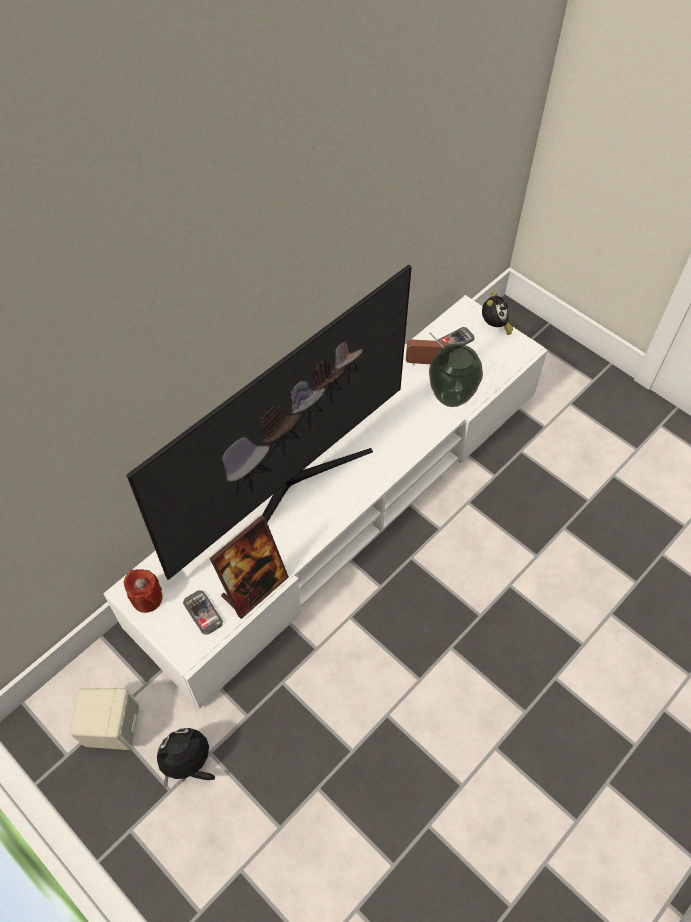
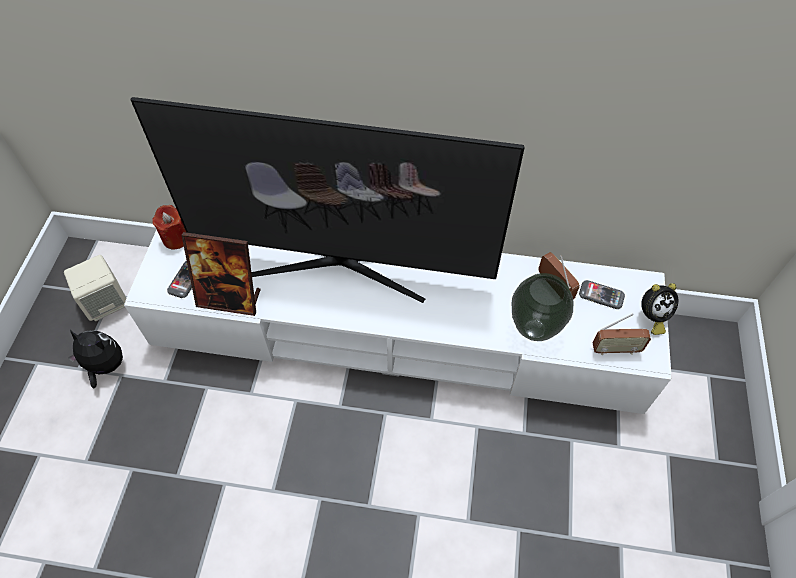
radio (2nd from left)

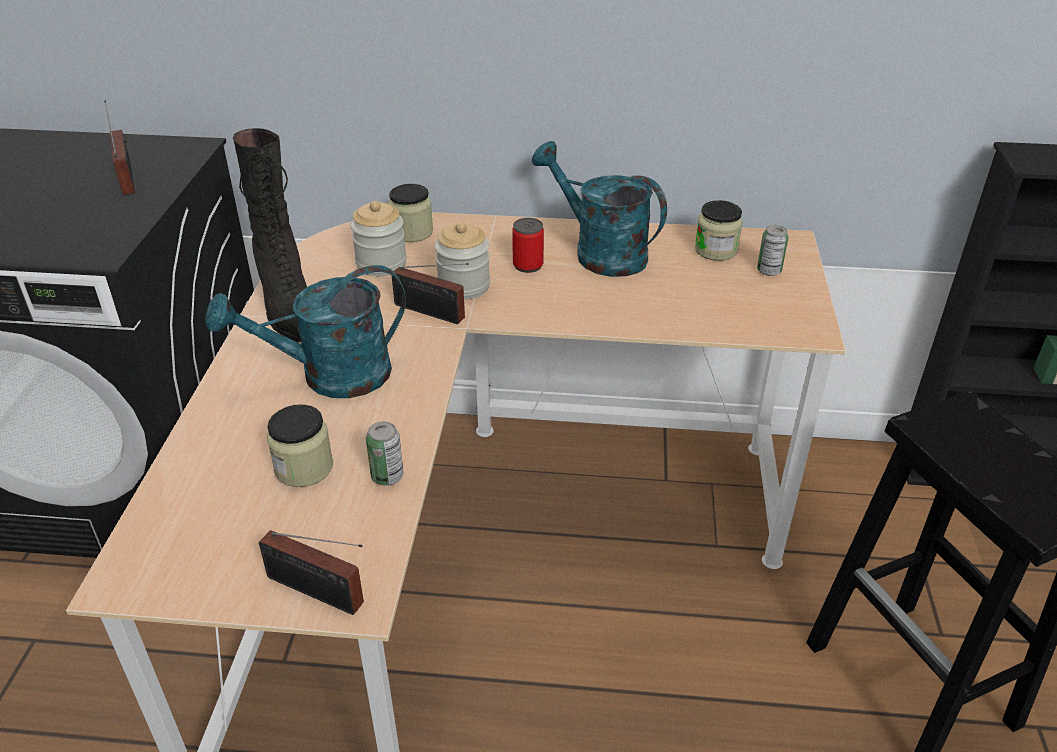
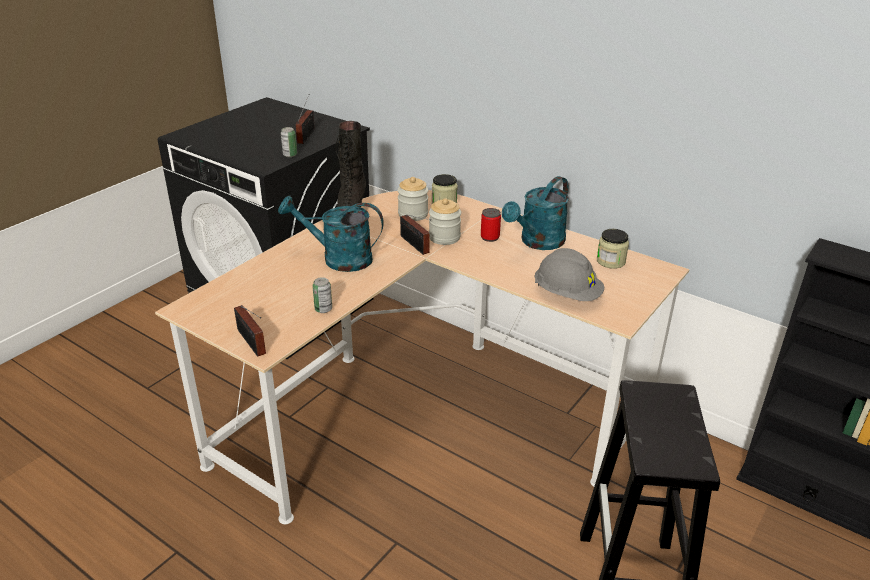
storage jar (1st from left in the first image)
watering pot (blue-green) (2nd from left)
metal can (1st from left)
safety helmet (greyish)

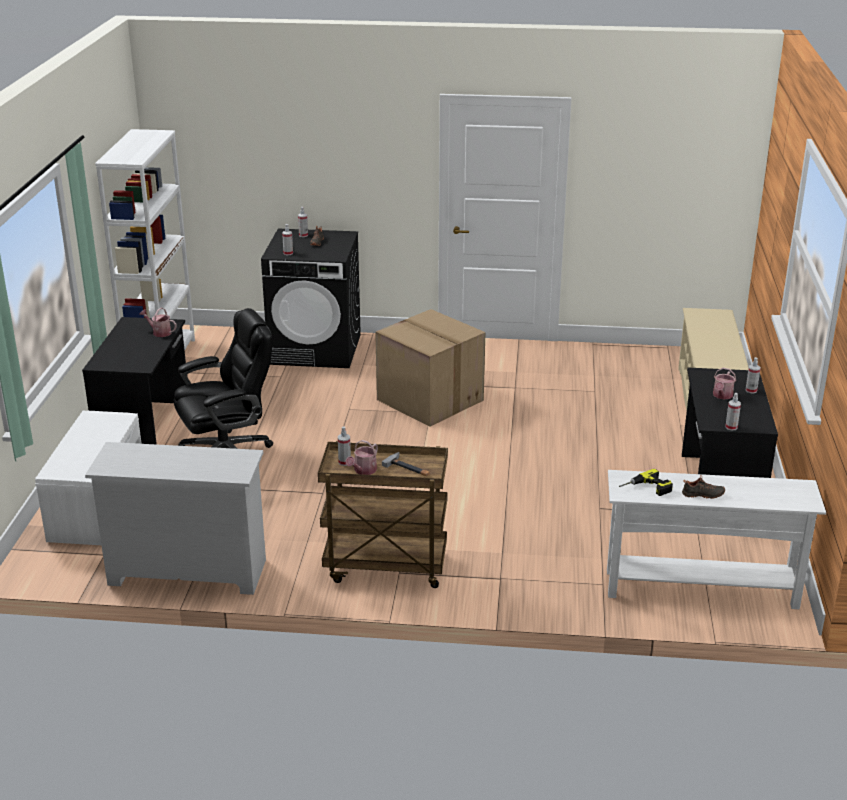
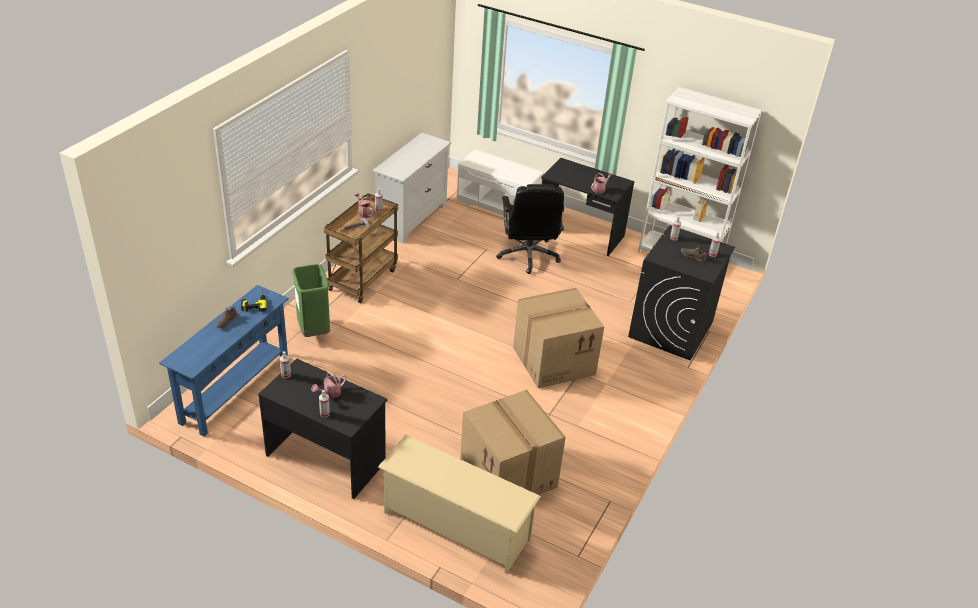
console table (blue)
watering pot (1st from left)
waste bin (green-coloured)
cardboard box (1st from left)

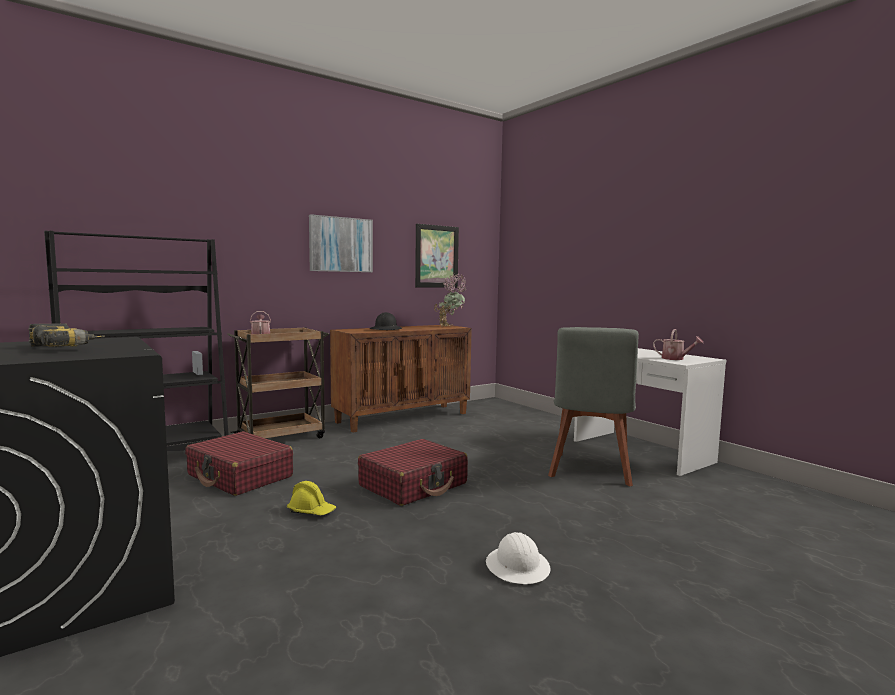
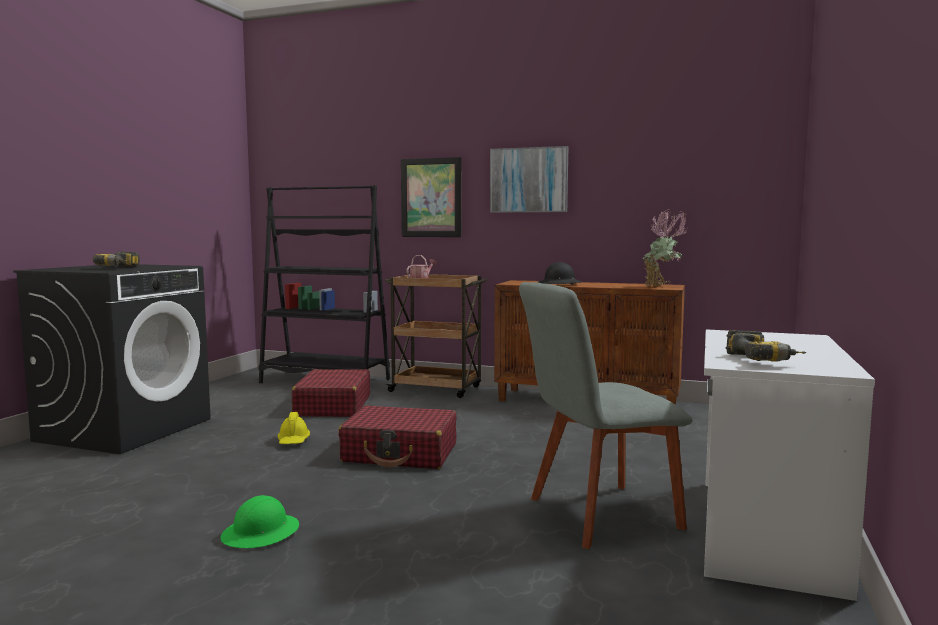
wall art (1st from left)
safety helmet (green-coloured)
electric drill (2nd from left)

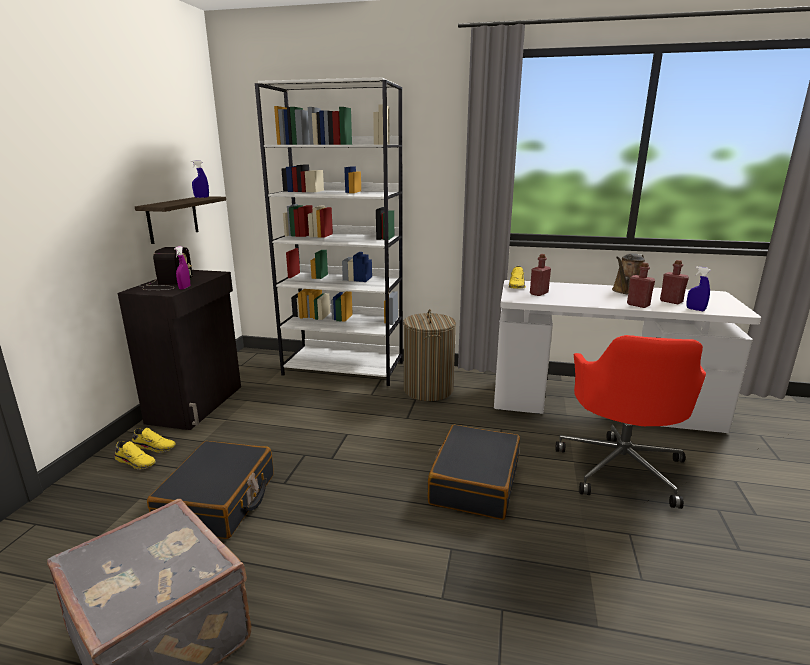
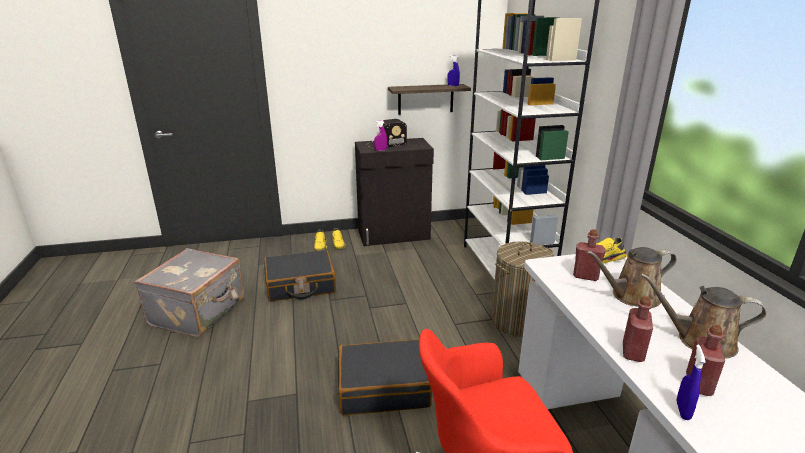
watering pot (brown) (1st from left)

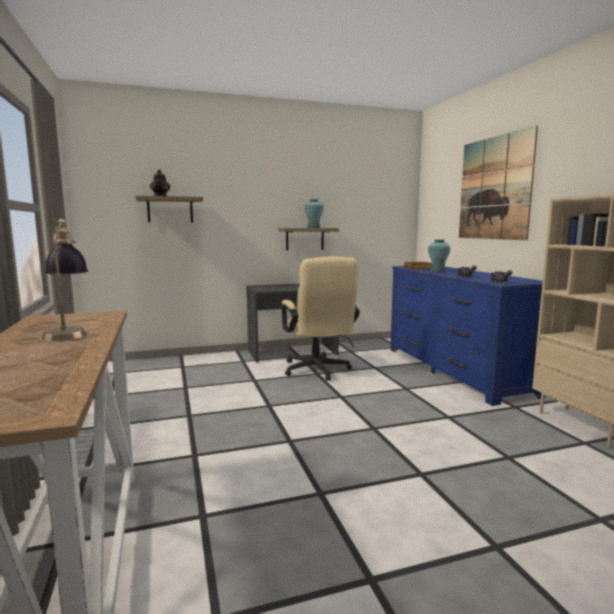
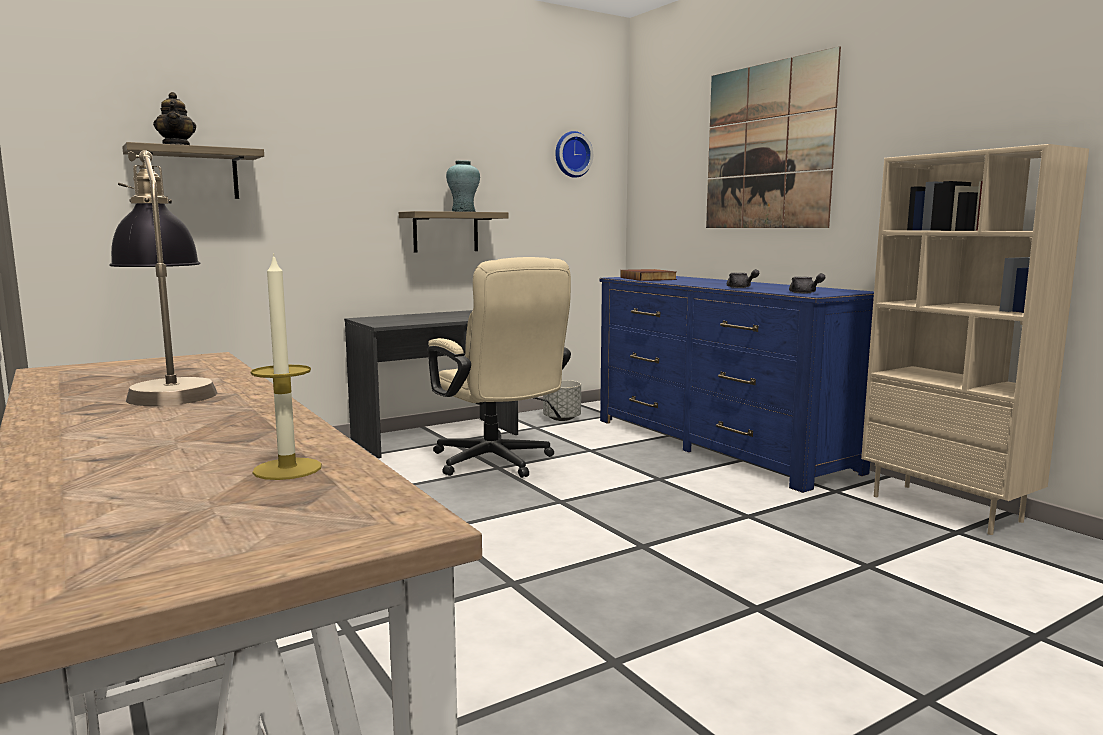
flower vase (blue-green) (2nd from left in the first image)
candle
flower pot (greyish)
clock on the wall

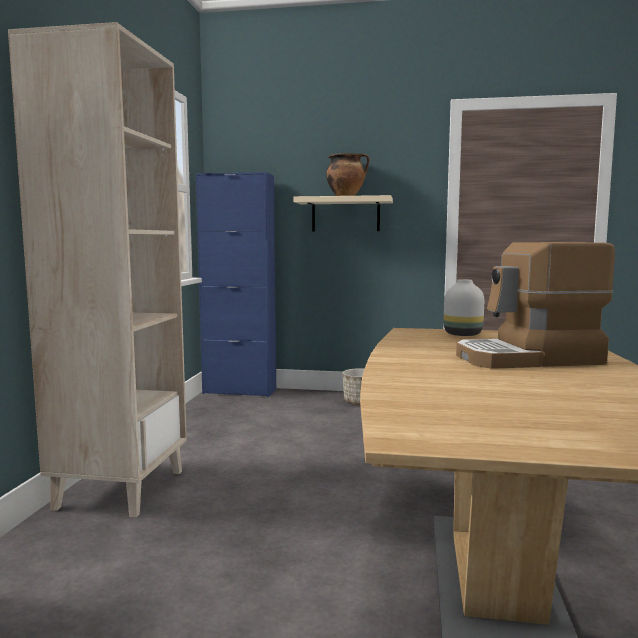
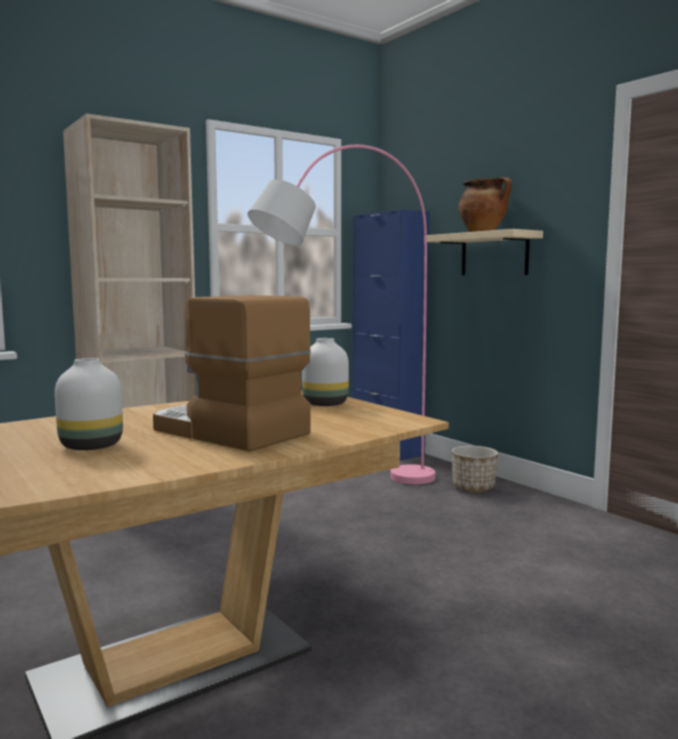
flower vase (whitish) (1st from left)
standing lamp (pink)

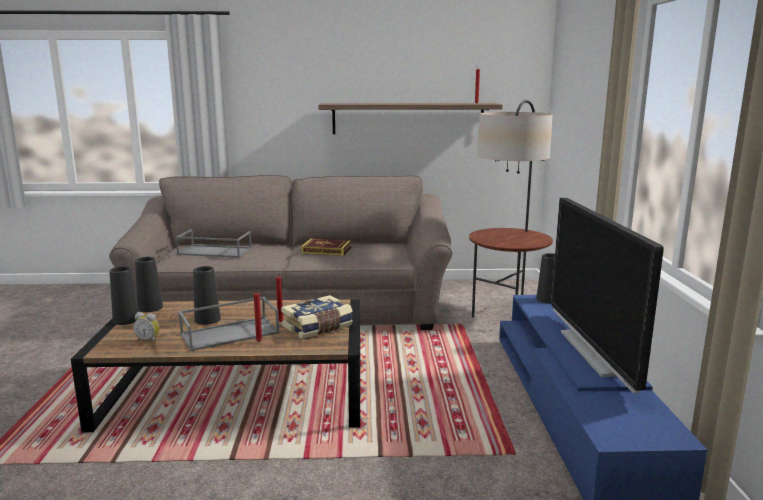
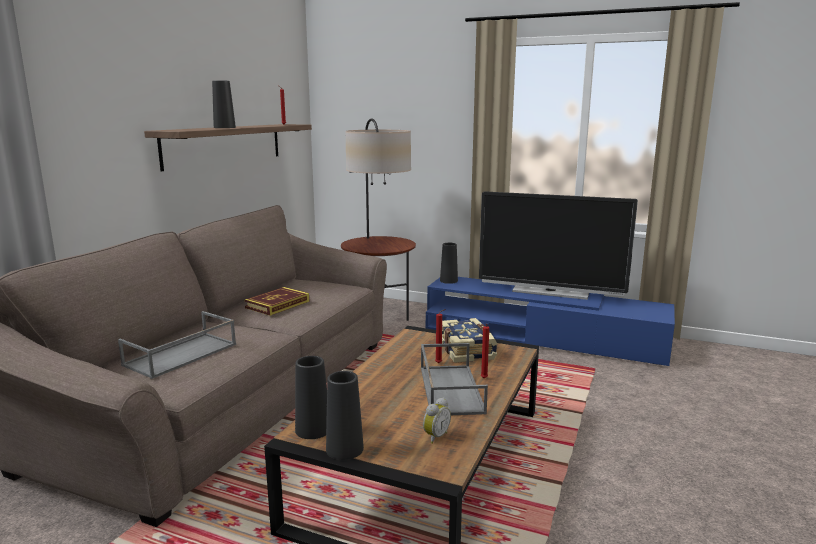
flower vase (blackish) (1st from left)

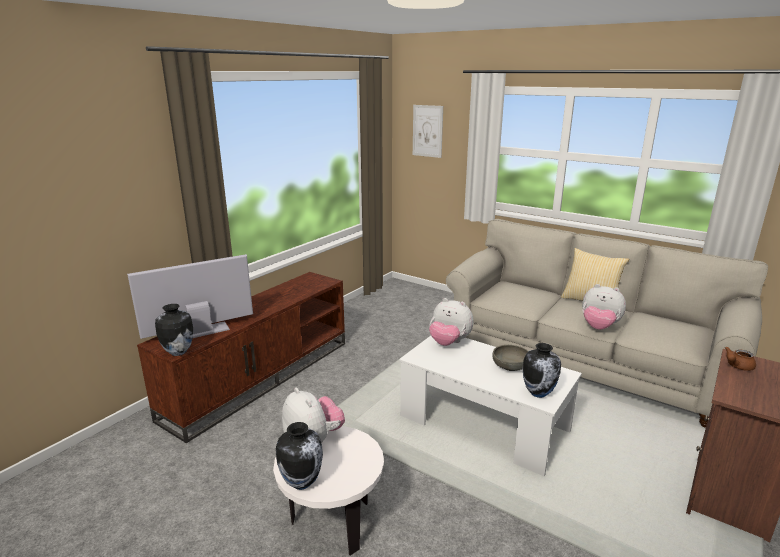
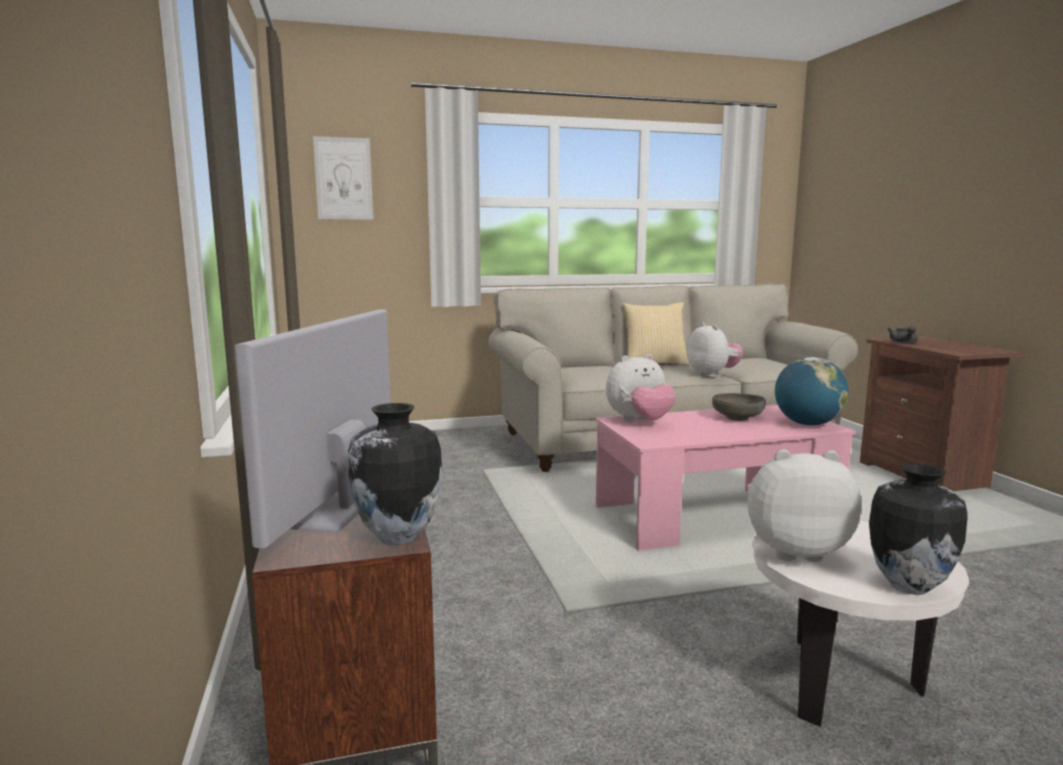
lounge table (pink)
globe
soft toy (2nd from left)
teapot (greyish)

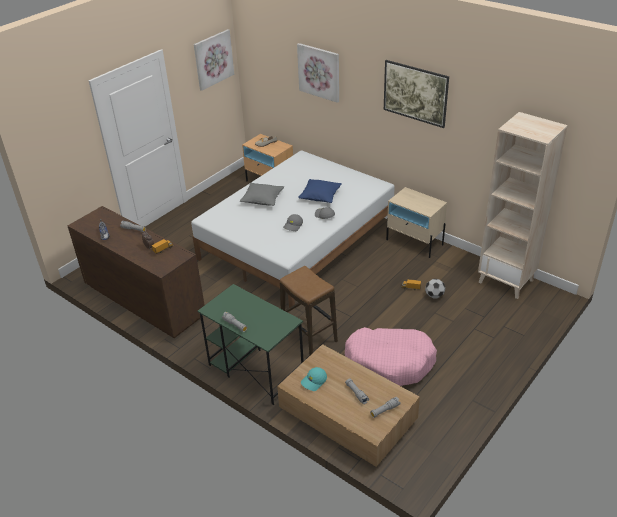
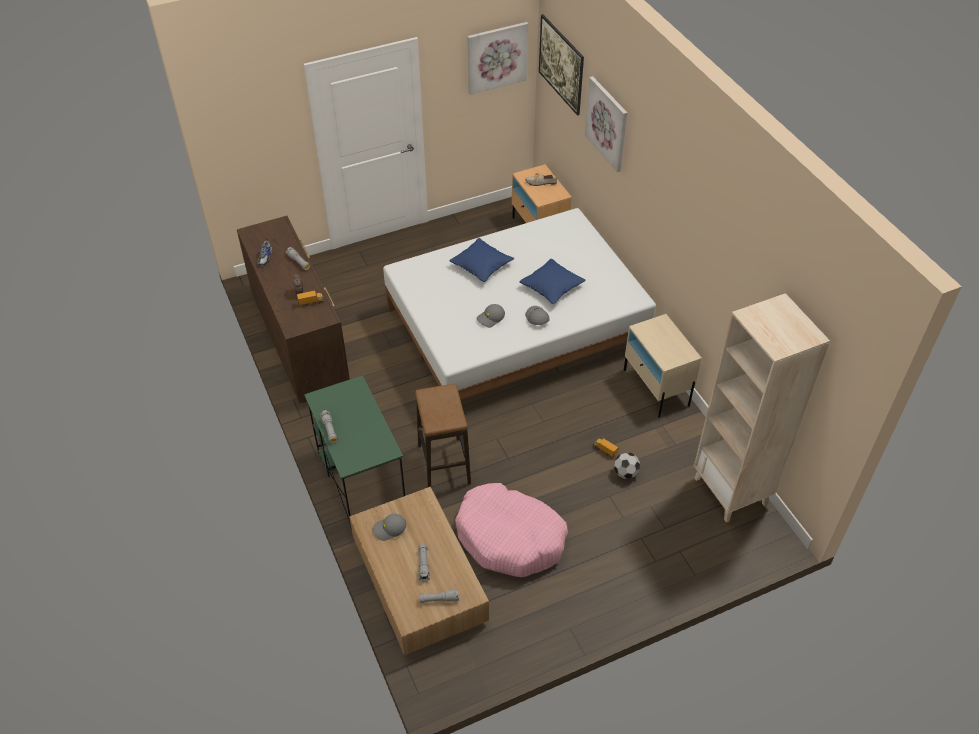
throw pillow (blue) (1st from left)
cap (greyish) (1st from left)
wall art (2nd from left)

